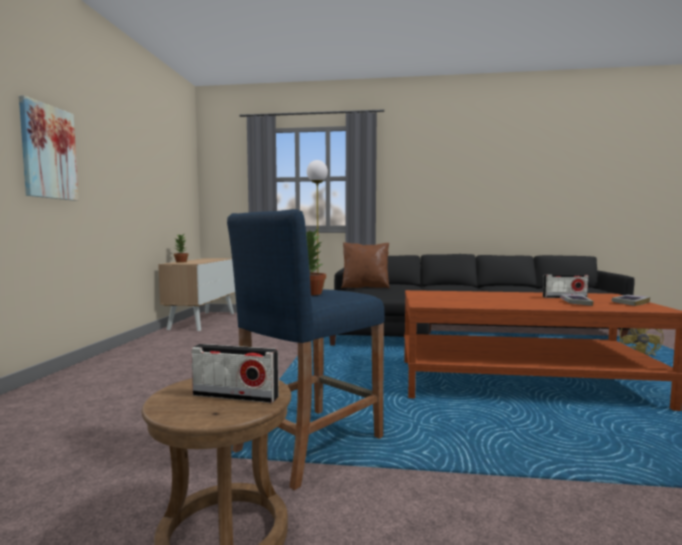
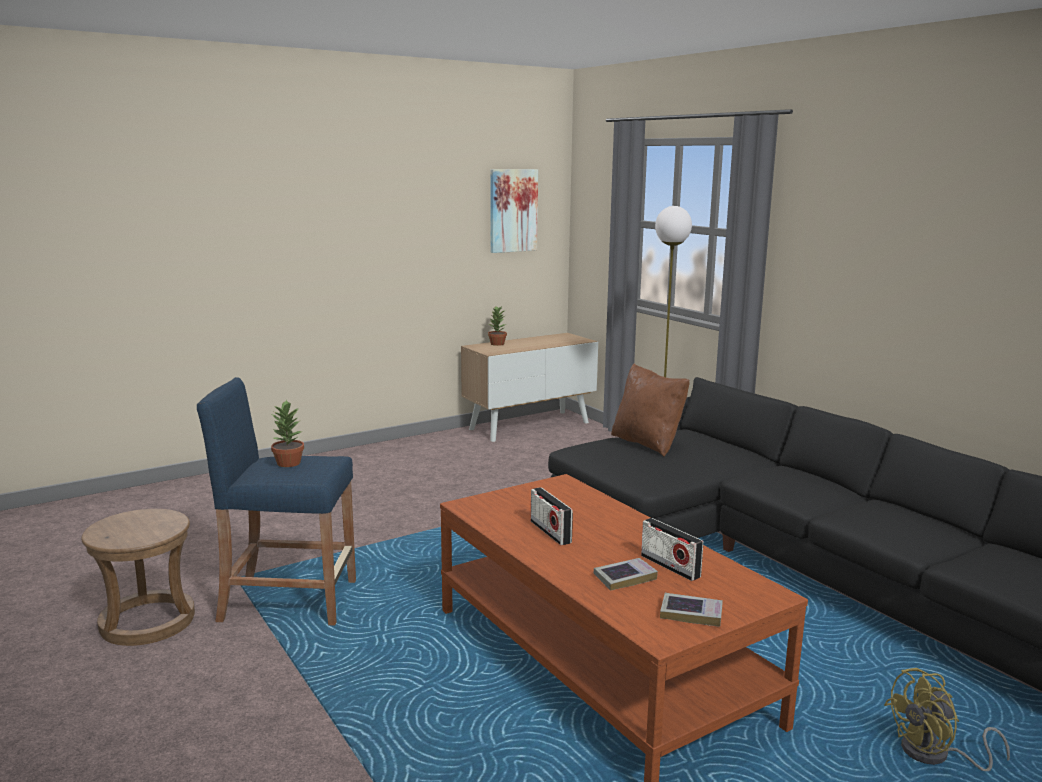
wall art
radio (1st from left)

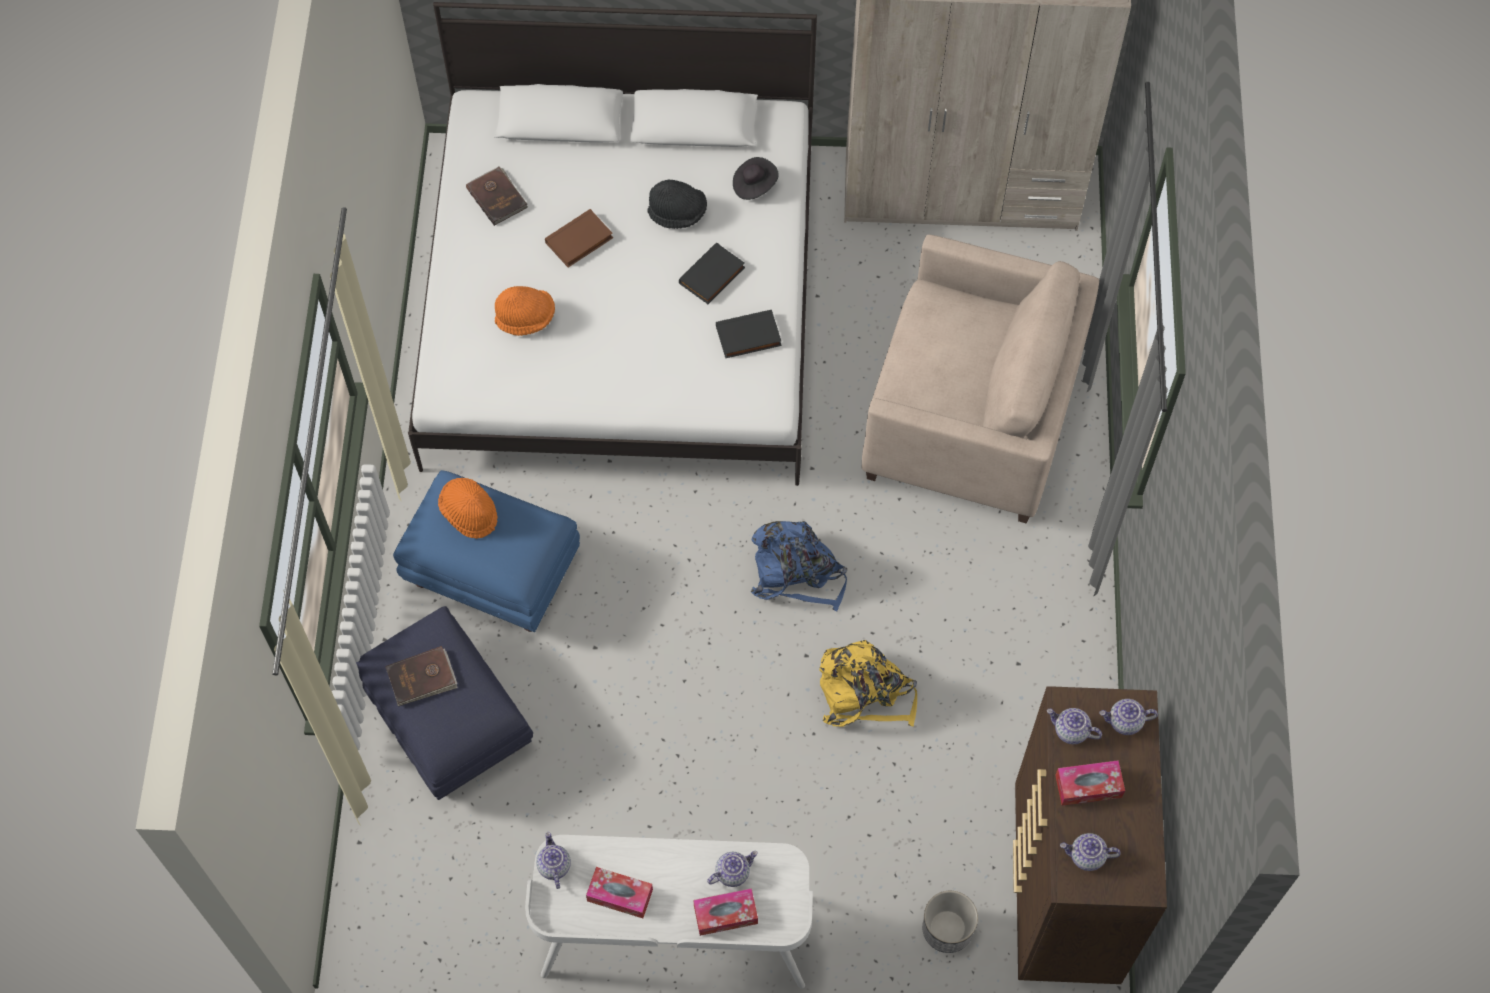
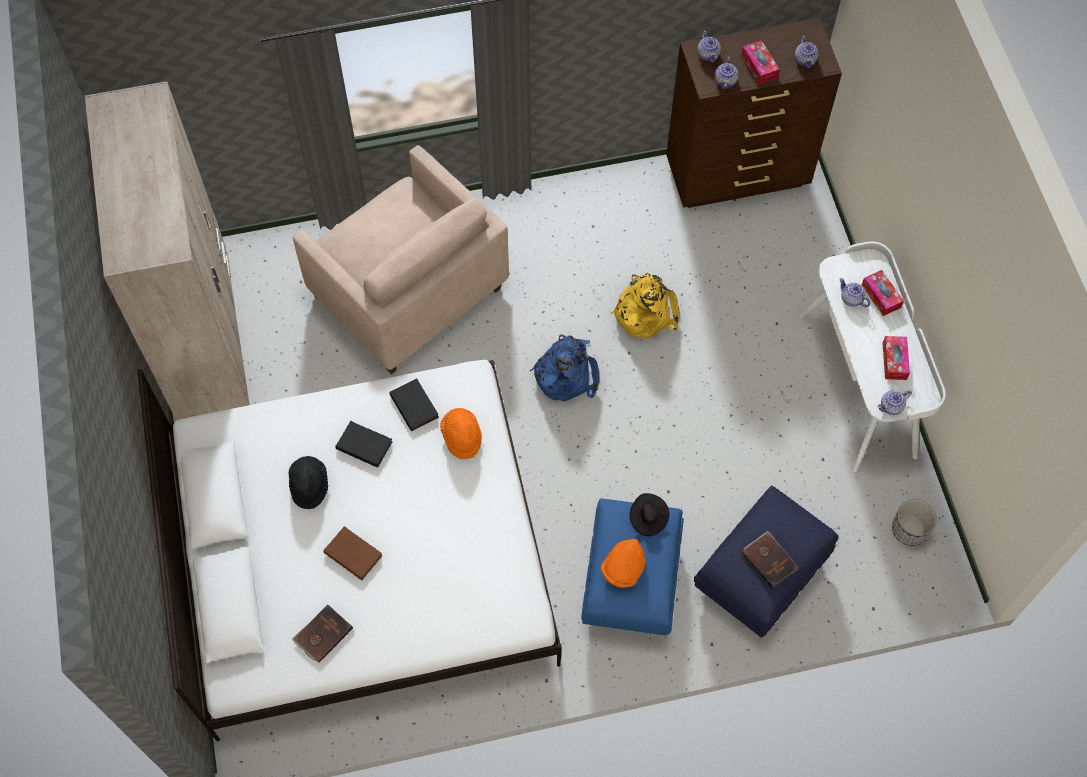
clothing hat (orange) (1st from left)
clothing hat (blackish) (2nd from left)
easy chair (sand-coloured)
flower pot

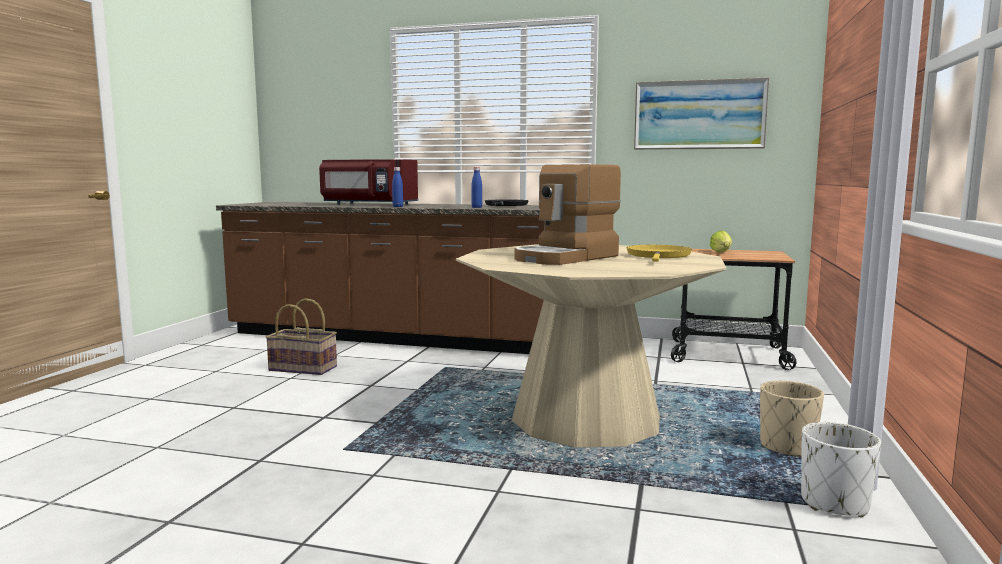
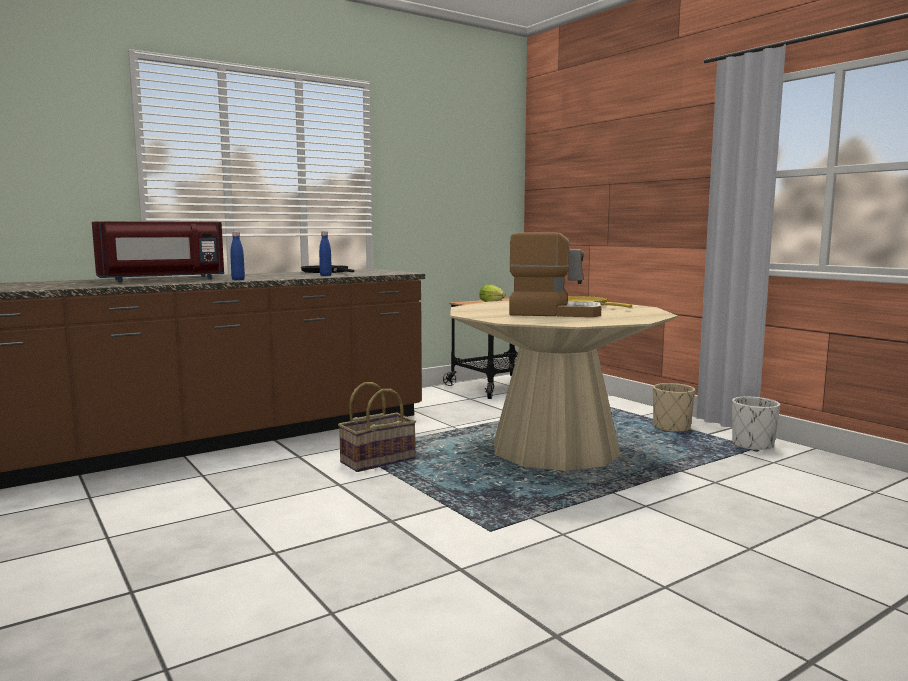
household basket
coffee machine
wall art

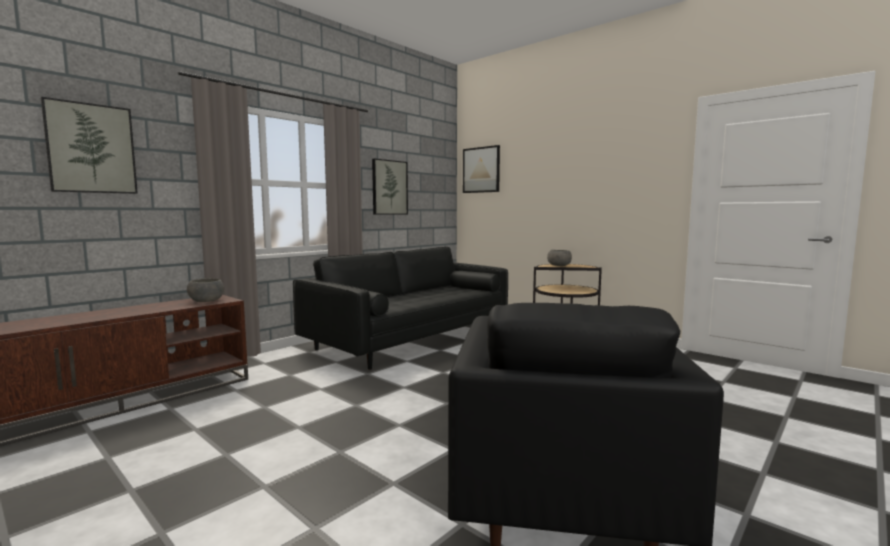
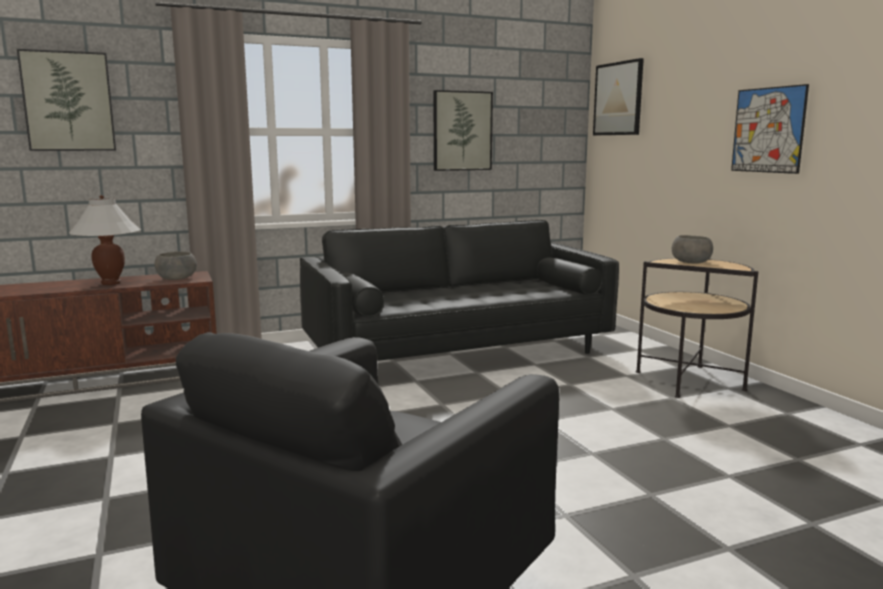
table lamp (whitish)
wall art (4th from left)

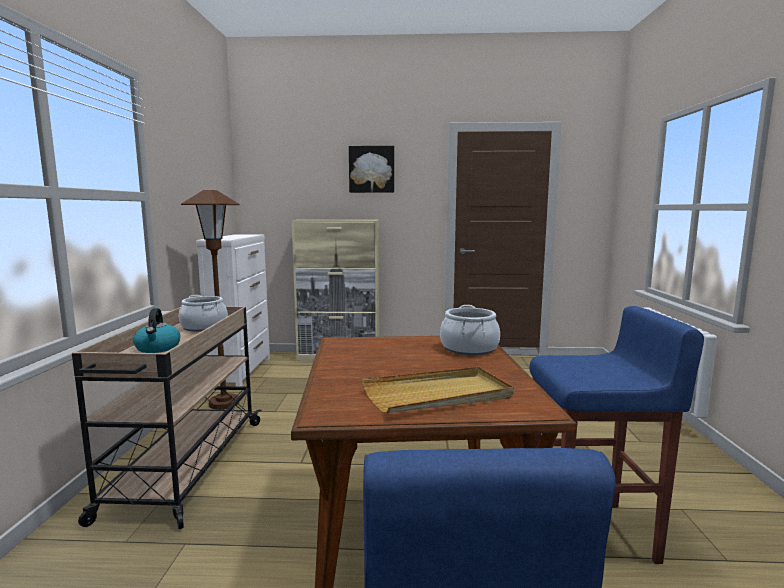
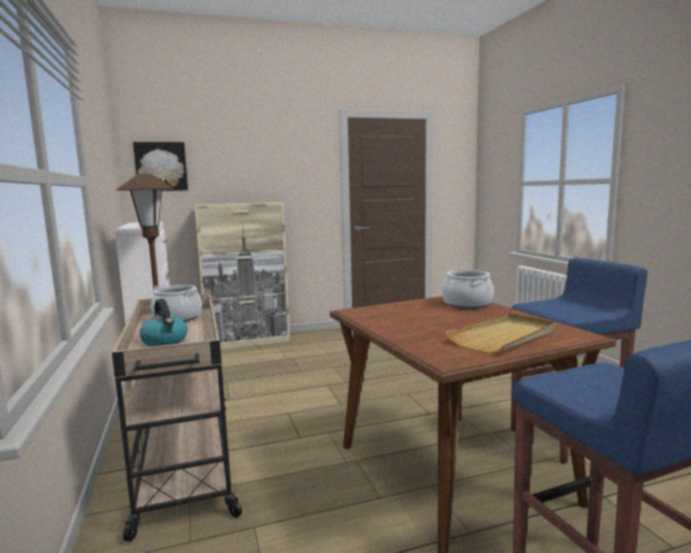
wall art

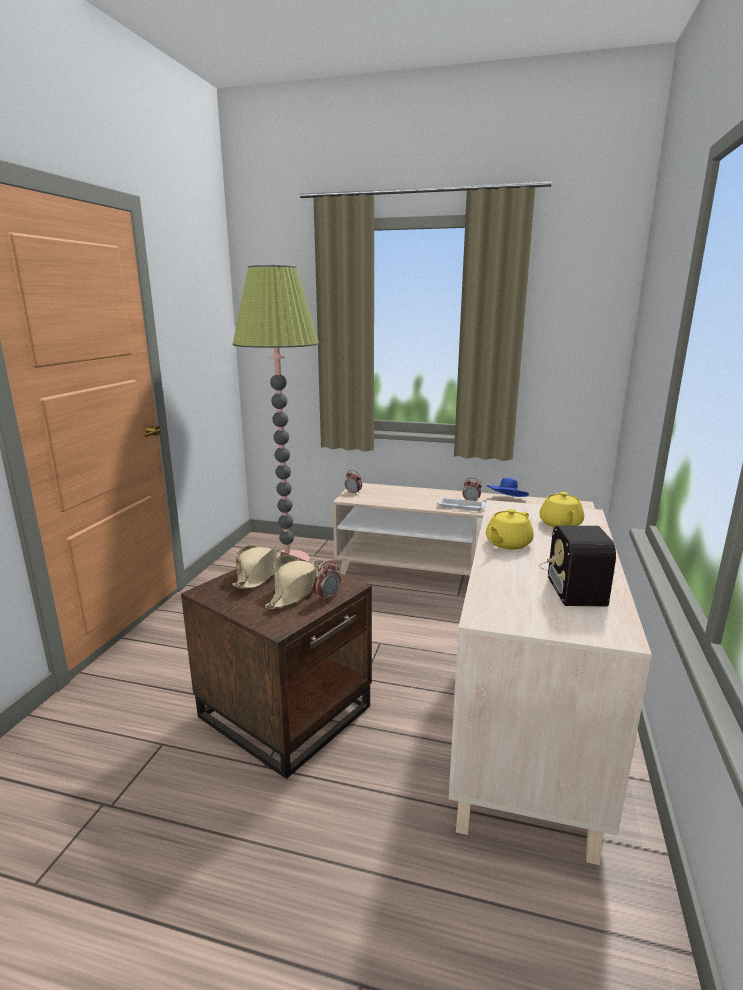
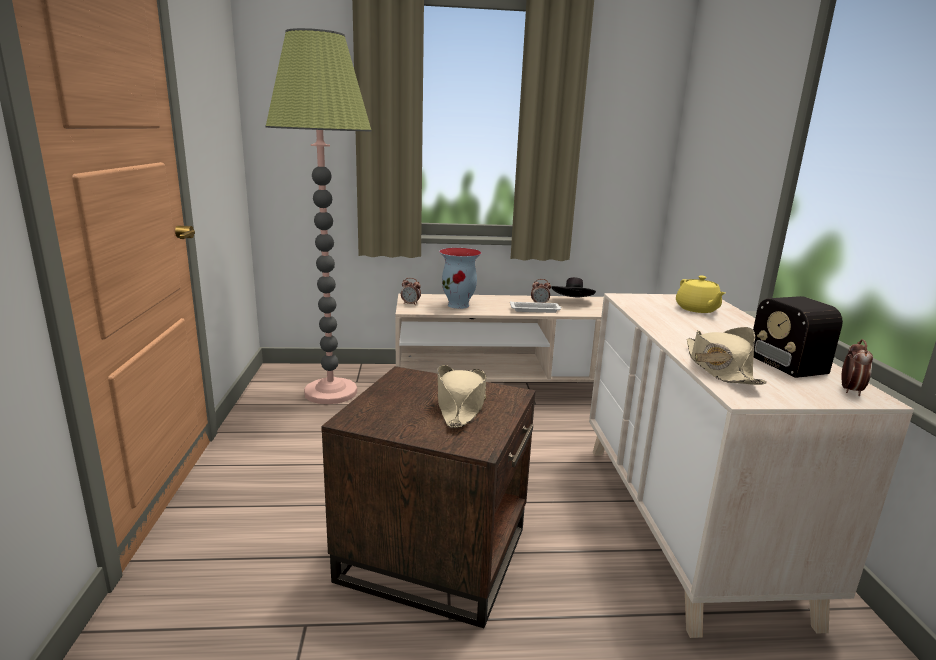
clothing hat (sand-coloured) (2nd from left)
bedside clock (3rd from left)
teapot (yellow-coloured) (1st from left in the first image)
clothing hat (blackish)
flower vase

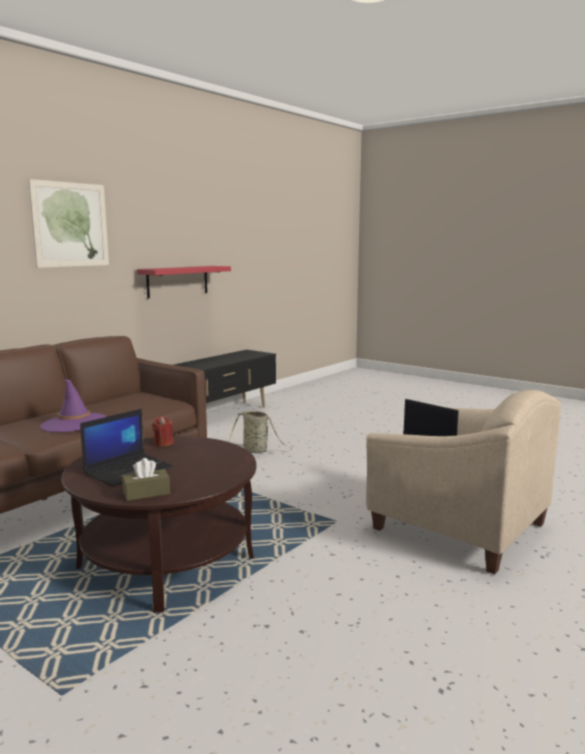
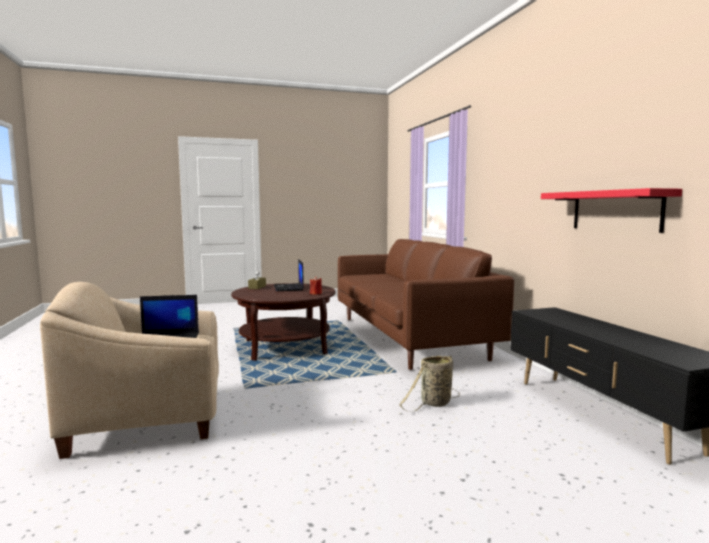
wall art
clothing hat (purple)

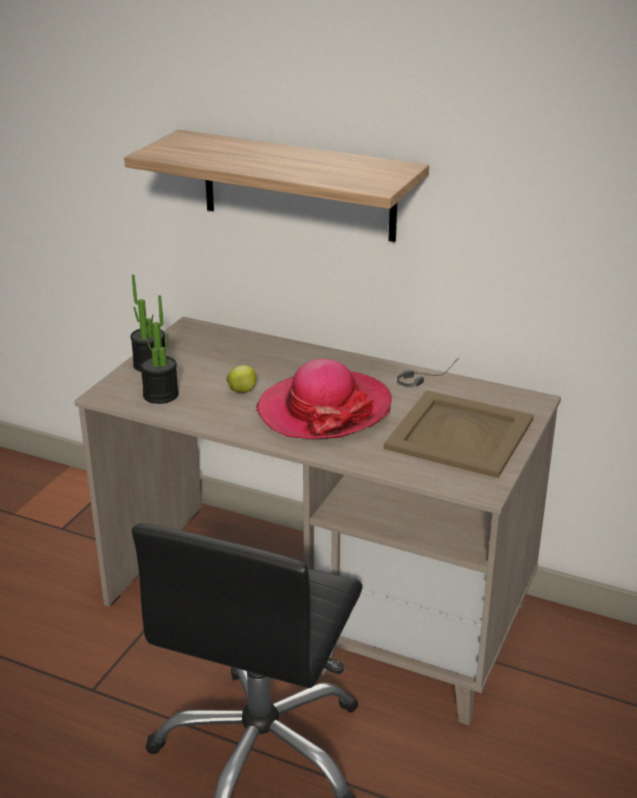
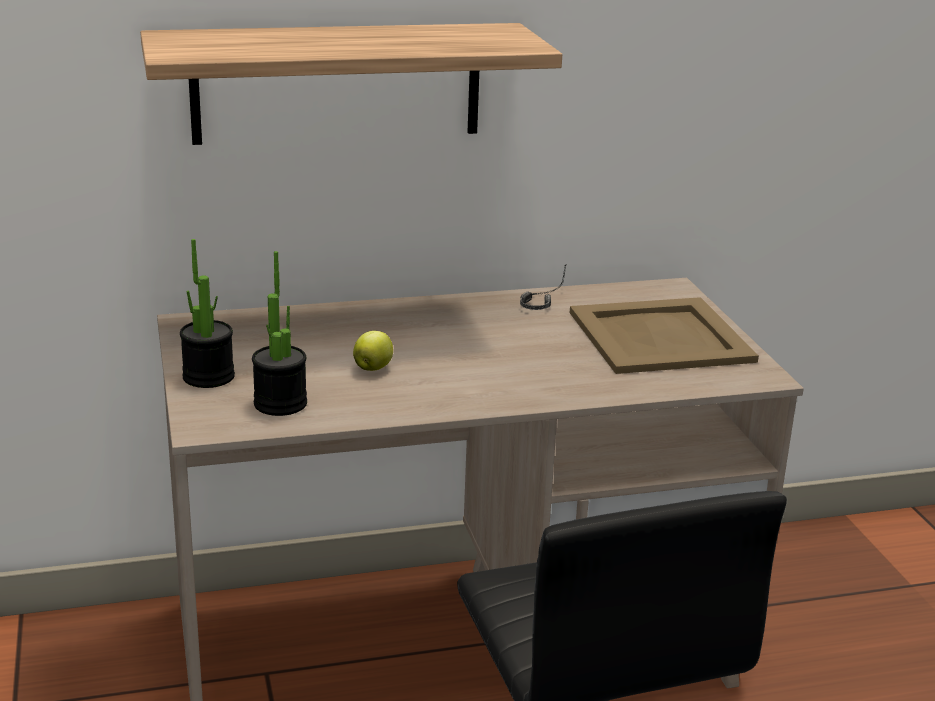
clothing hat

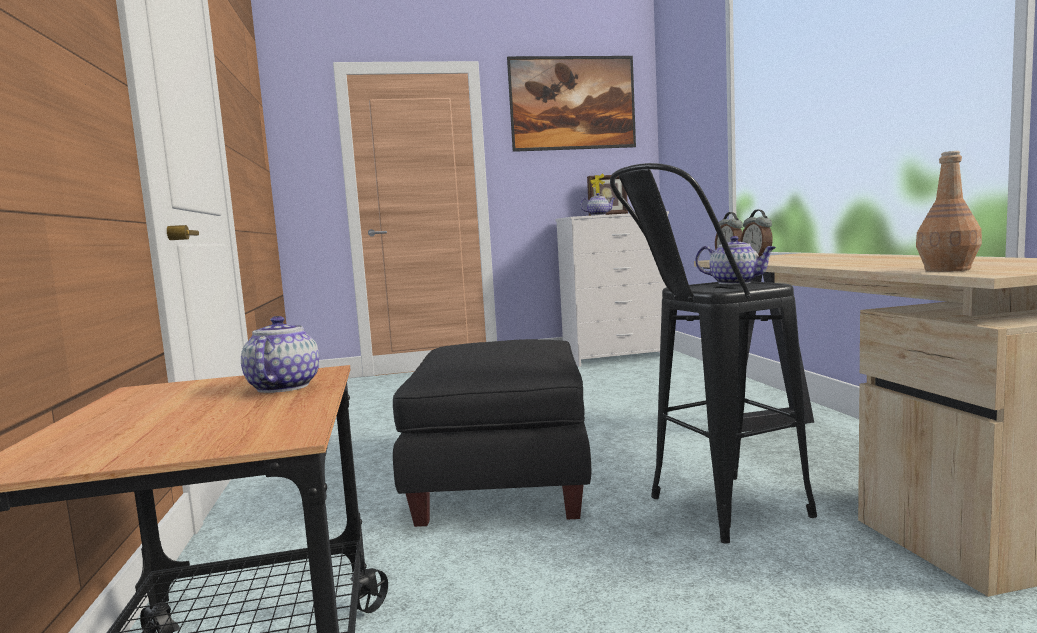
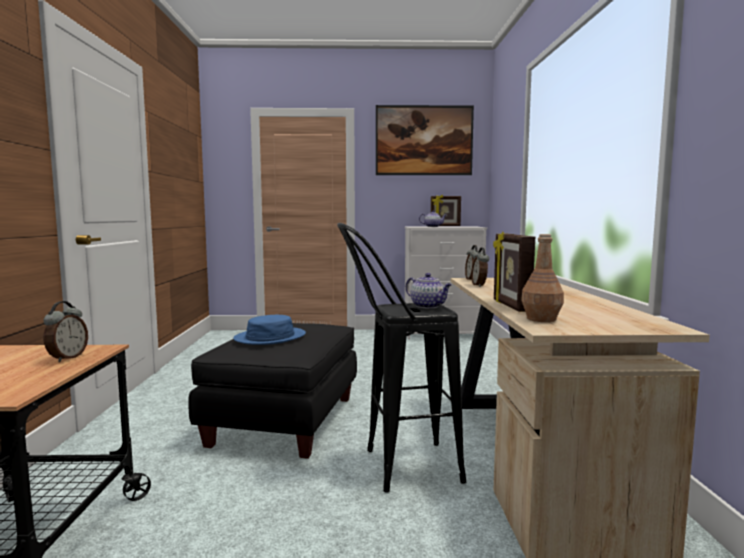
bedside clock (1st from left)
clothing hat (blue)
photo frame (2nd from left)

